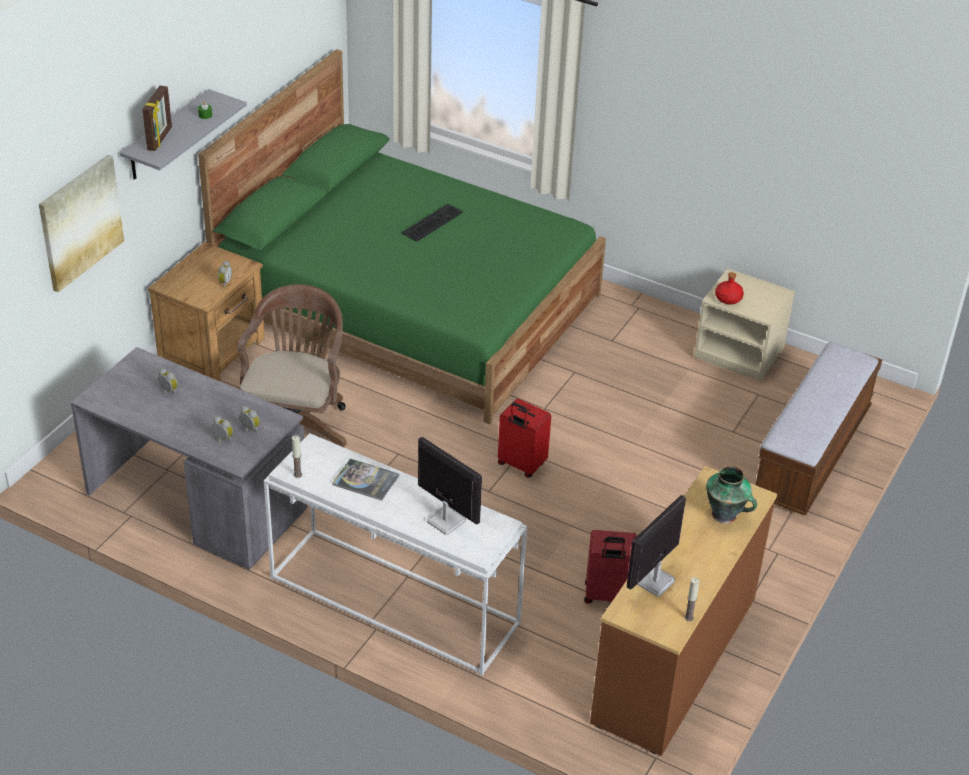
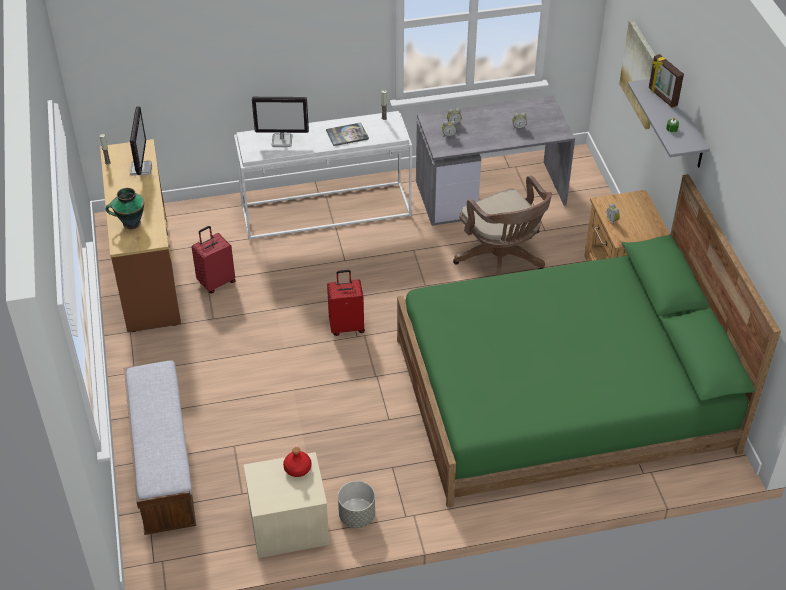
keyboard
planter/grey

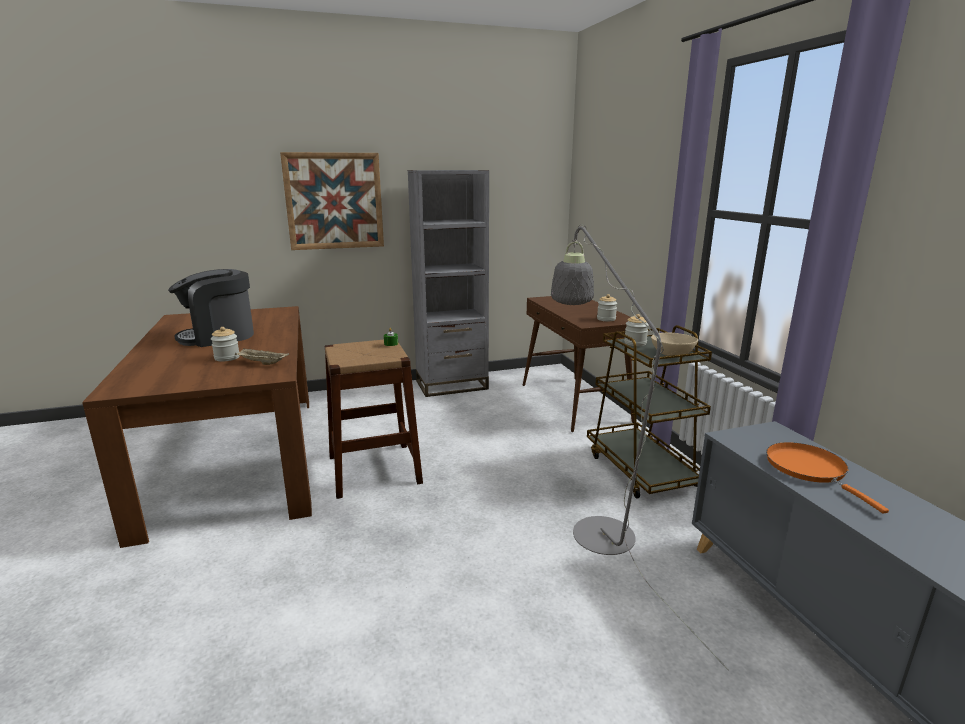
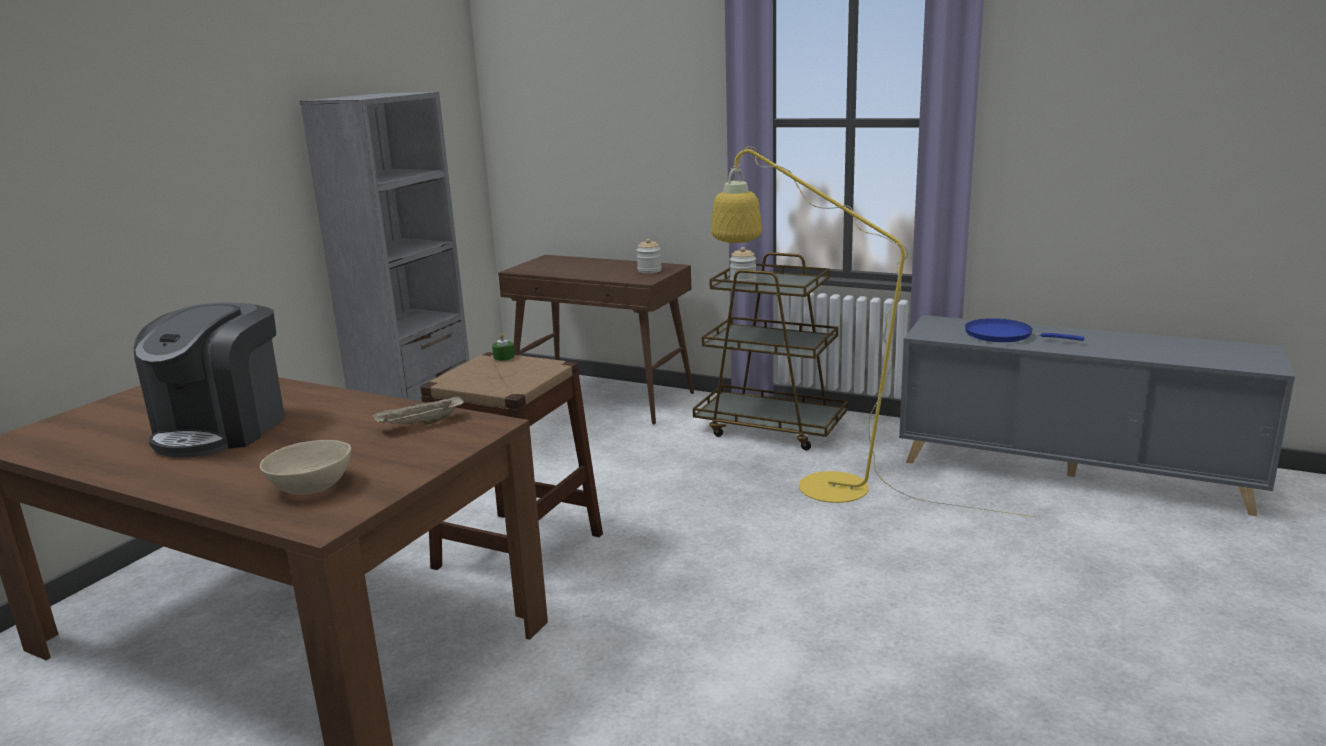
jar (no. 1 from left in the first image)
picture
floor lamp/yellow
bowl/beige
frying pan/blue

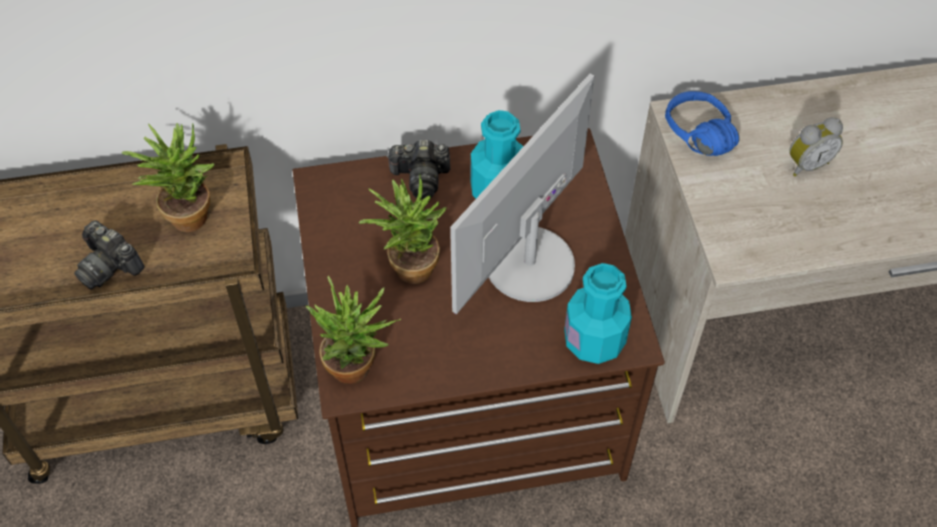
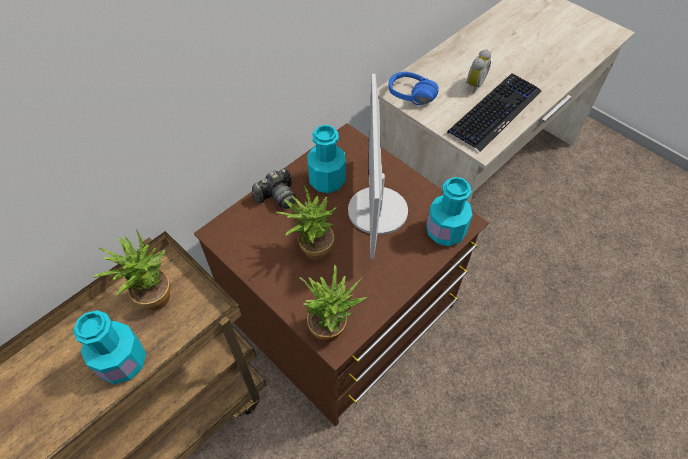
bottle/turquoise (no. 1 from left)
keyboard

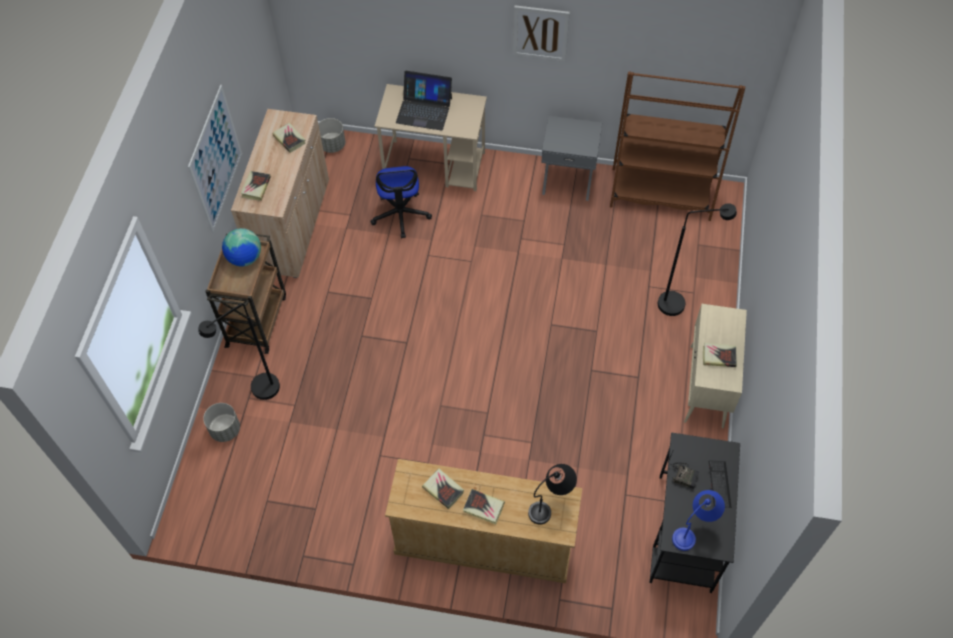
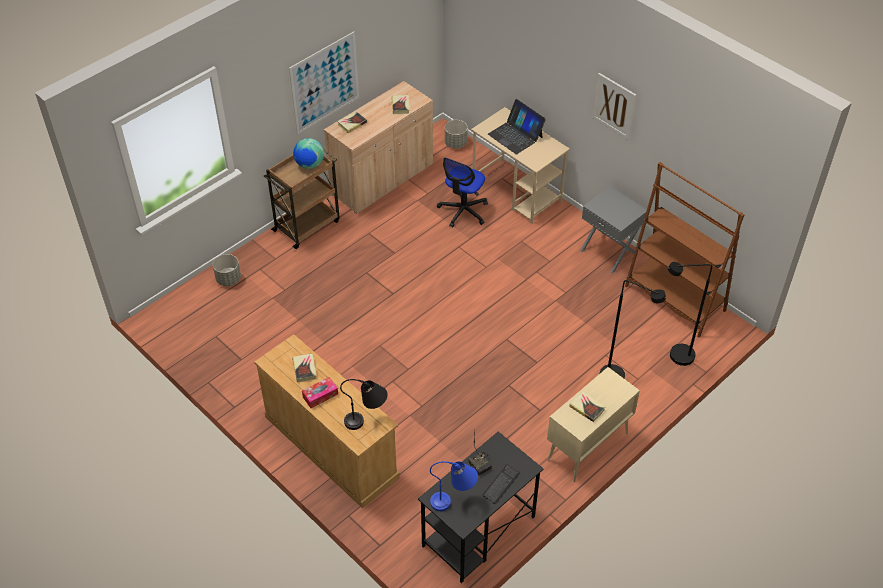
floor lamp/black (no. 2 from left)
tissue box

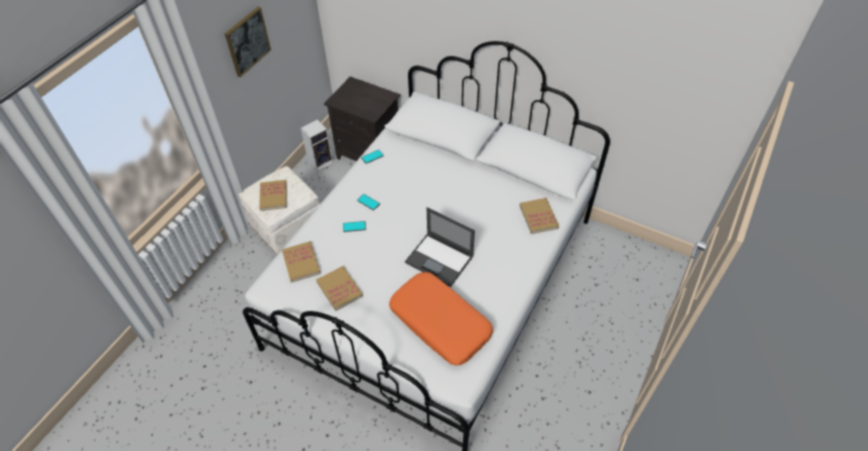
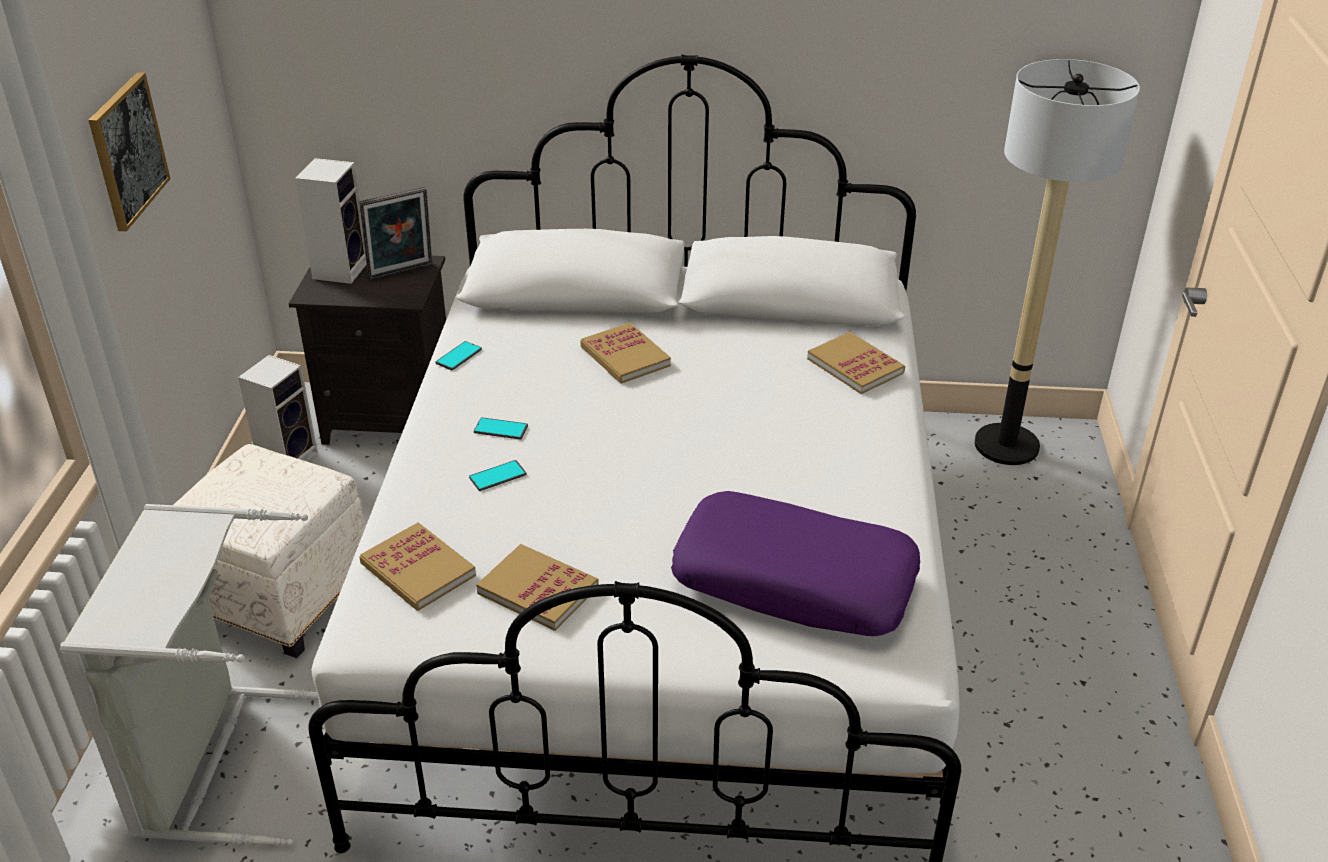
book (no. 3 from left)
pillow/purple
laptop
laundry basket/grey
speaker (no. 2 from left)
picture frame
floor lamp

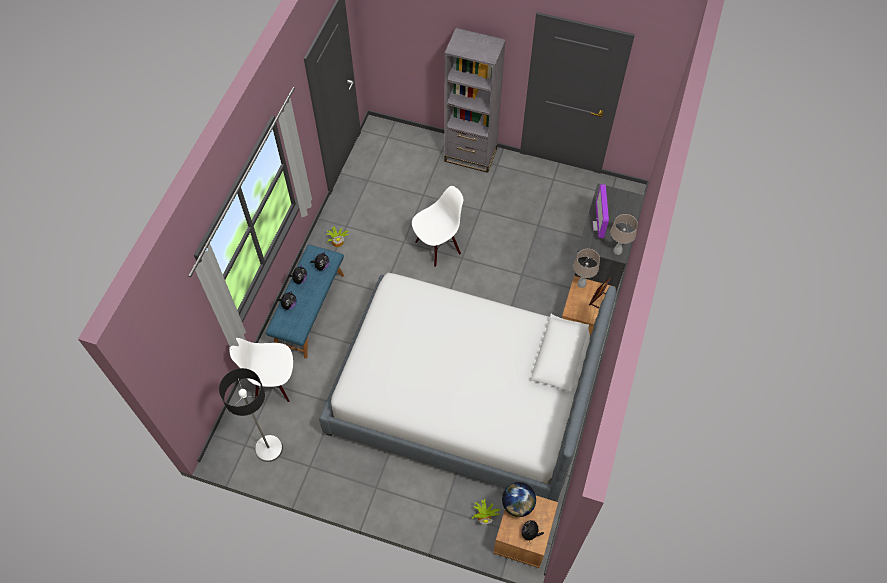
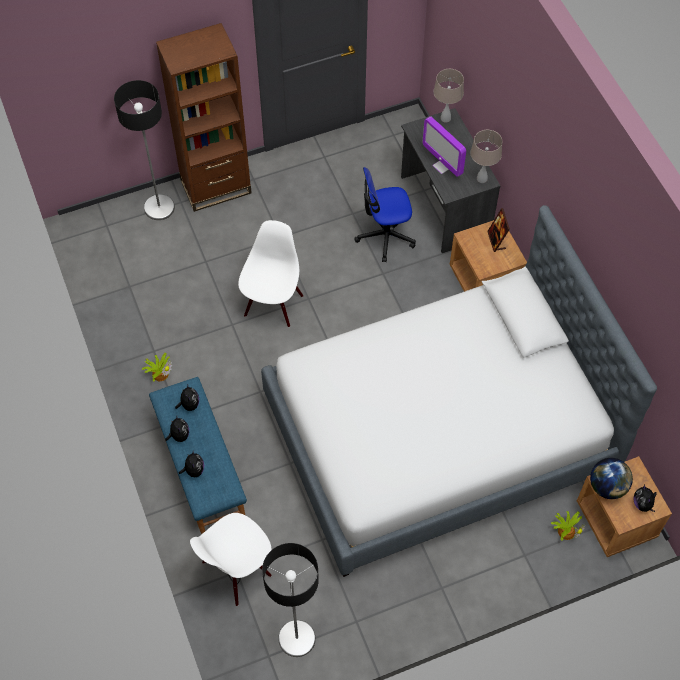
bookcase/brown
table lamp/beige (no. 1 from left)
floor lamp (no. 1 from left)
office chair

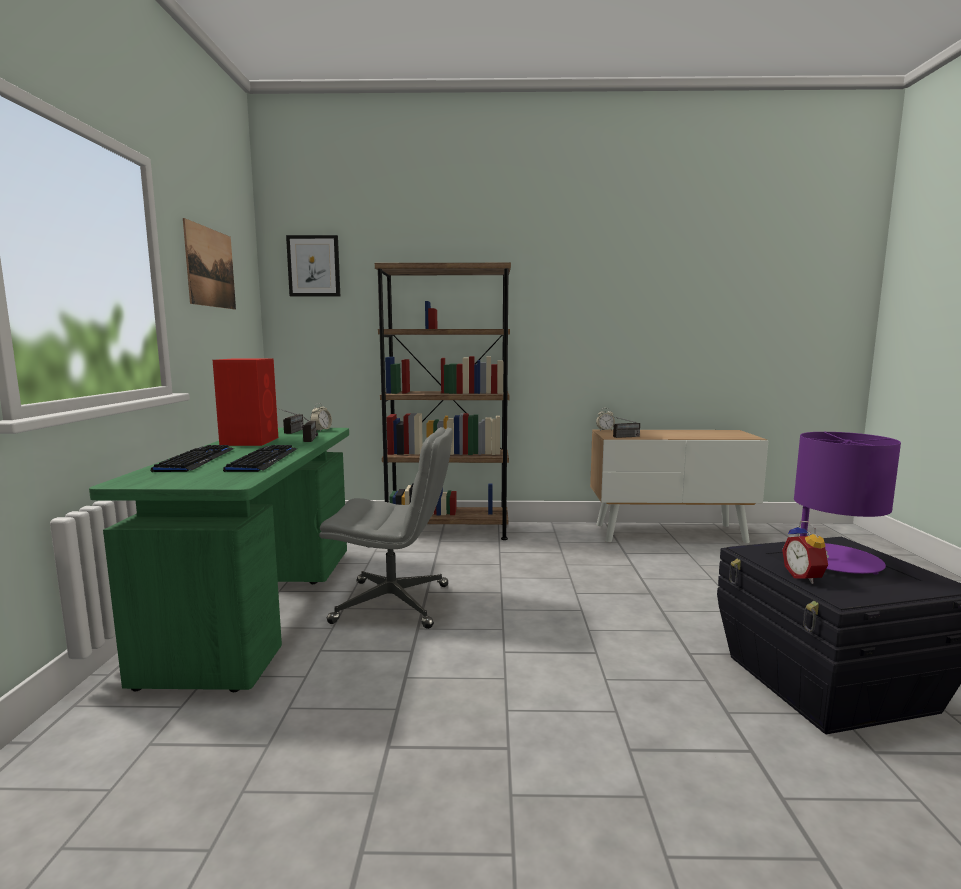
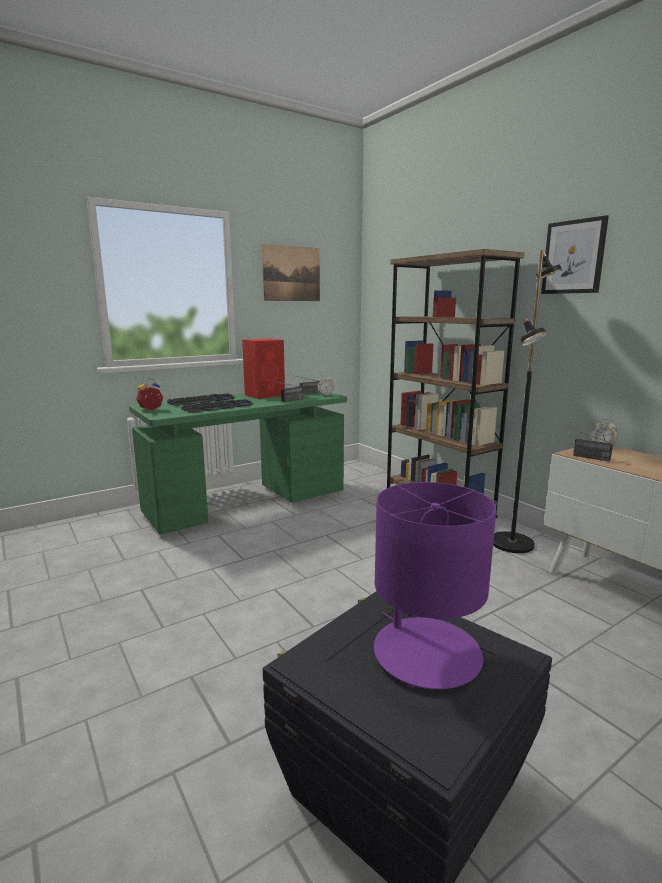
picture (no. 2 from left)
office chair/grey
alarm clock (no. 1 from left)
floor lamp/black

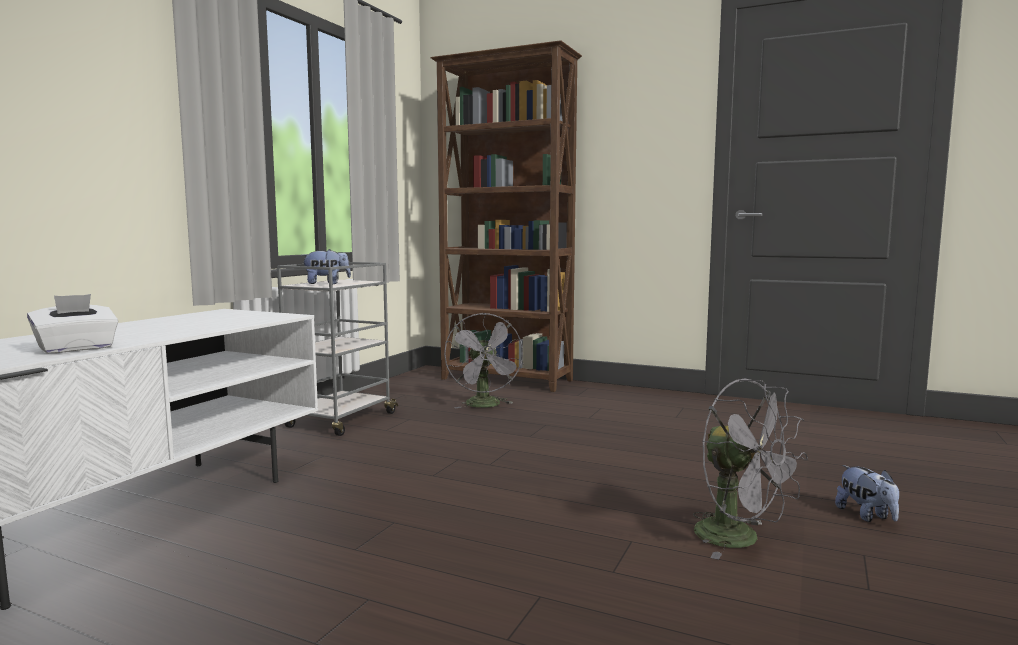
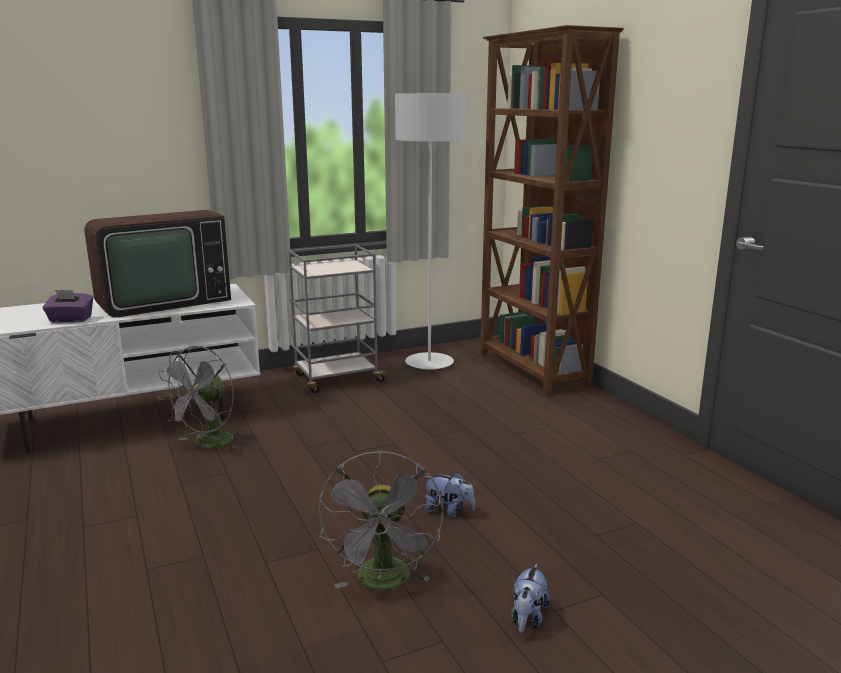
tissue box/purple
plush toy (no. 1 from left)
fan/grey (no. 1 from left)
television
floor lamp/grey

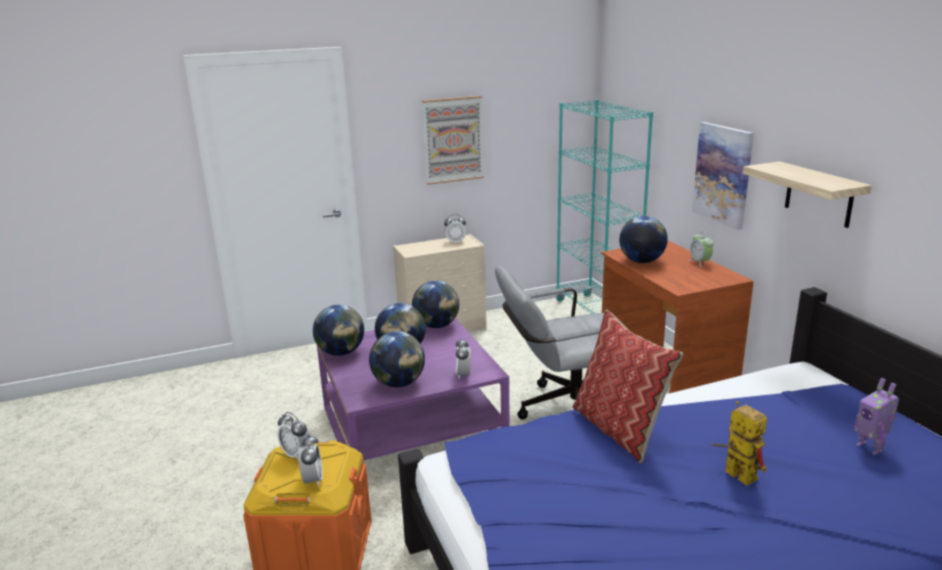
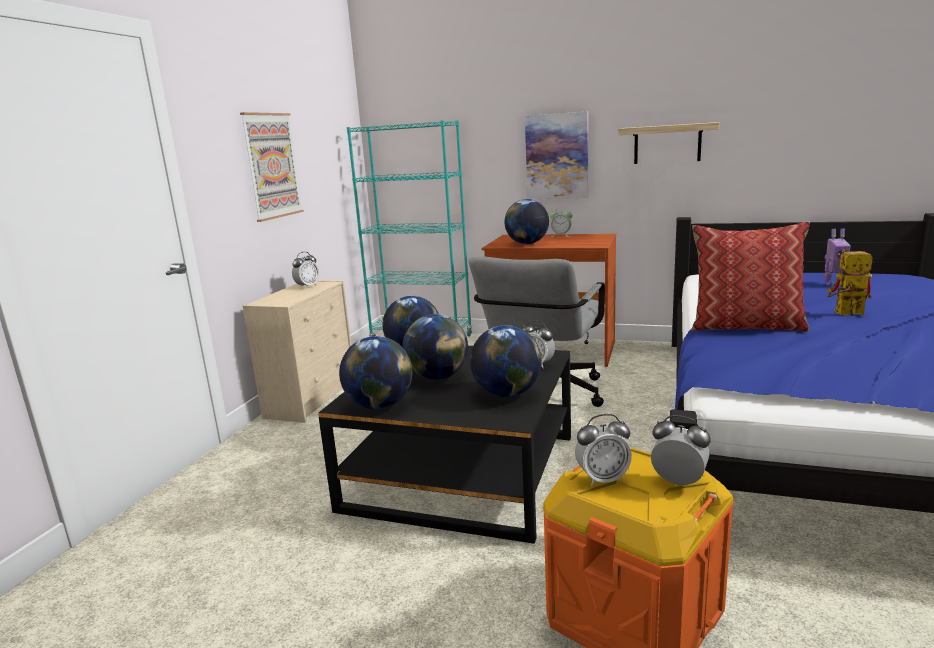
coffee table/black

